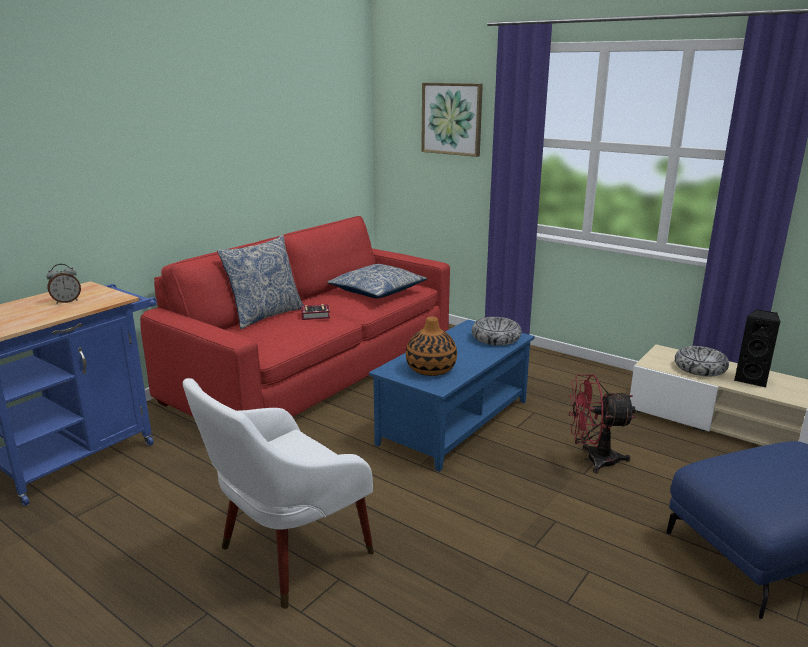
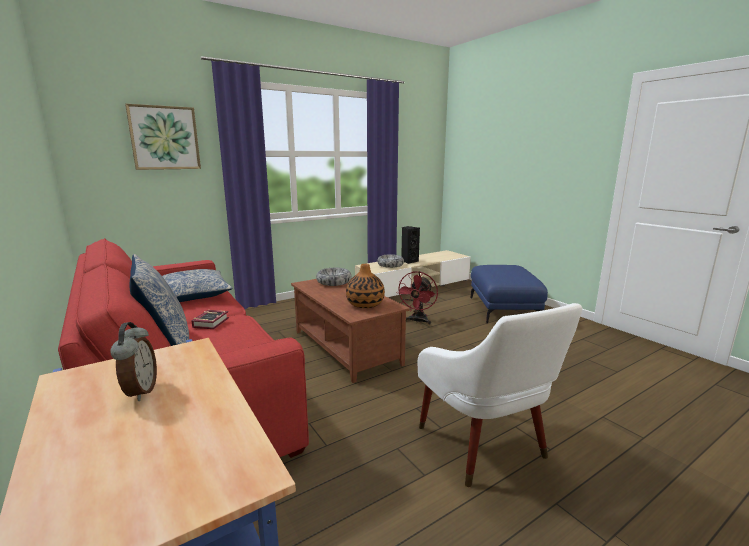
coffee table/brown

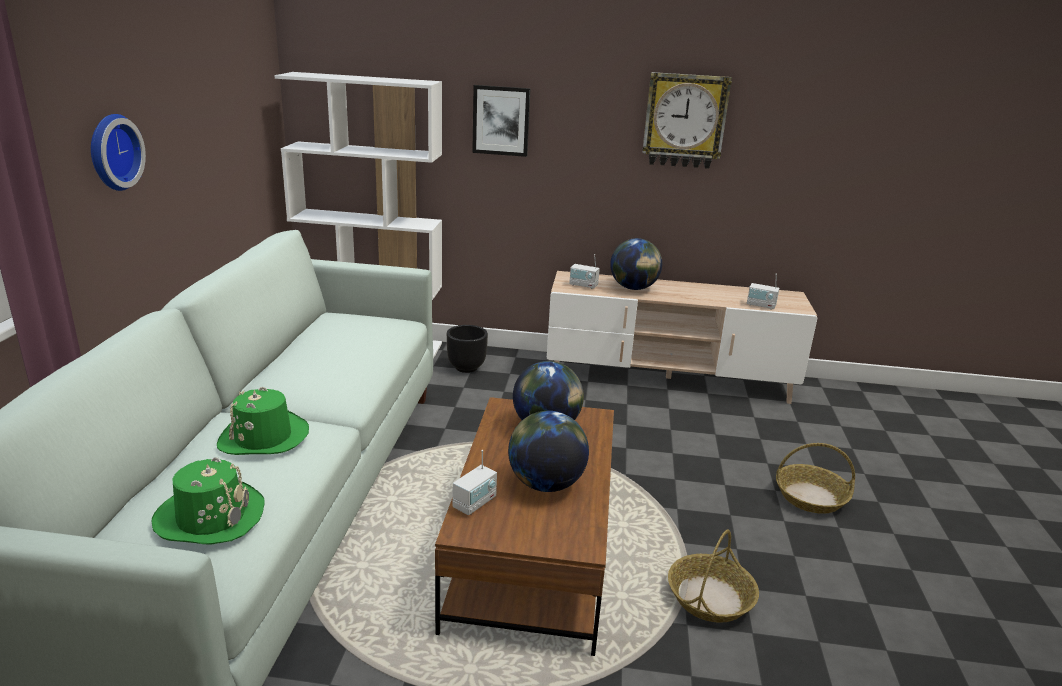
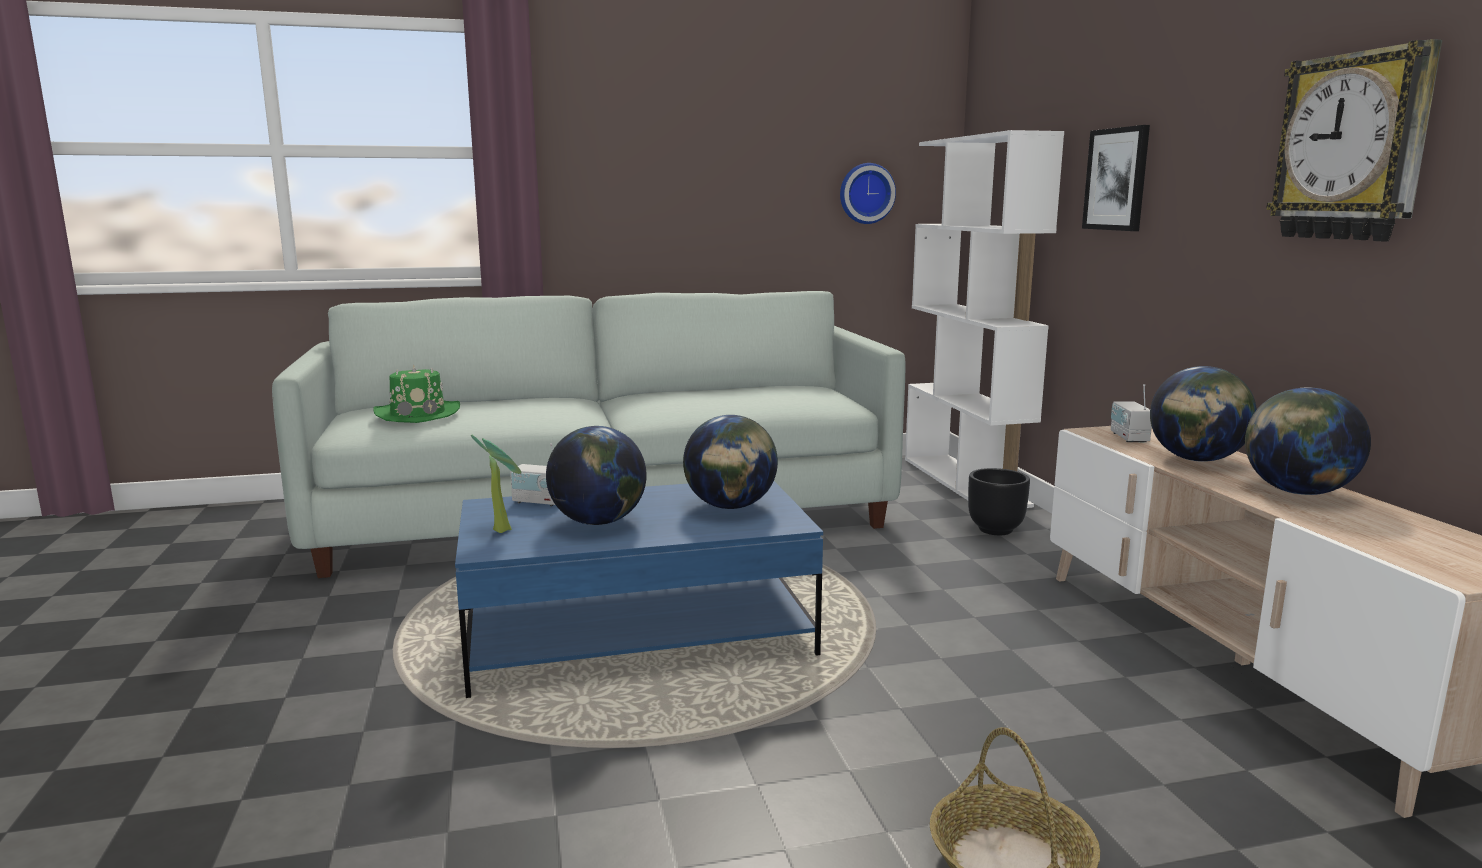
wall clock (no. 1 from left)
hat/green (no. 2 from left in the first image)
coffee table/blue
basket (no. 1 from left in the first image)
radio (no. 3 from left in the first image)
potted plant
globe (no. 4 from left)

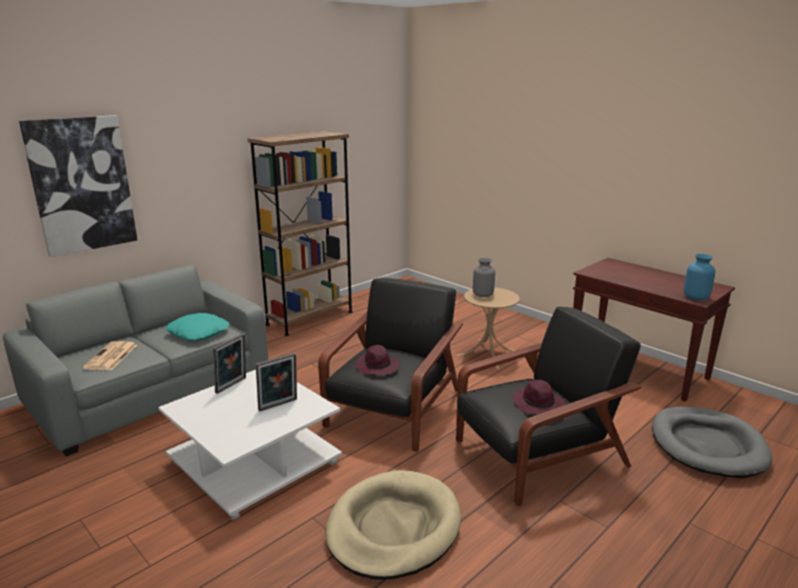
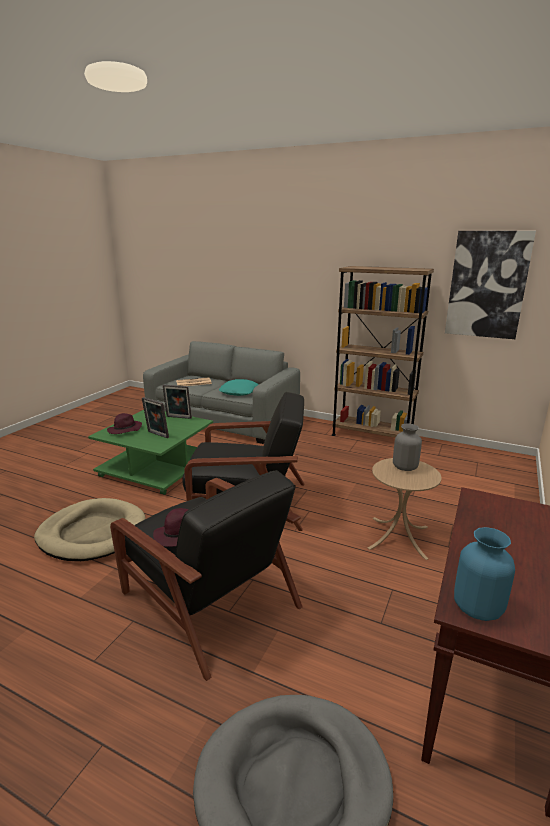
picture
coffee table/green
hat/purple (no. 1 from left)

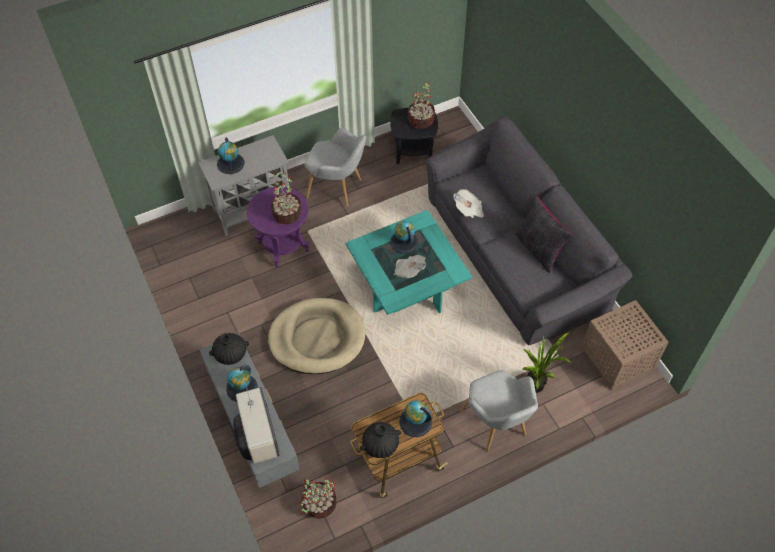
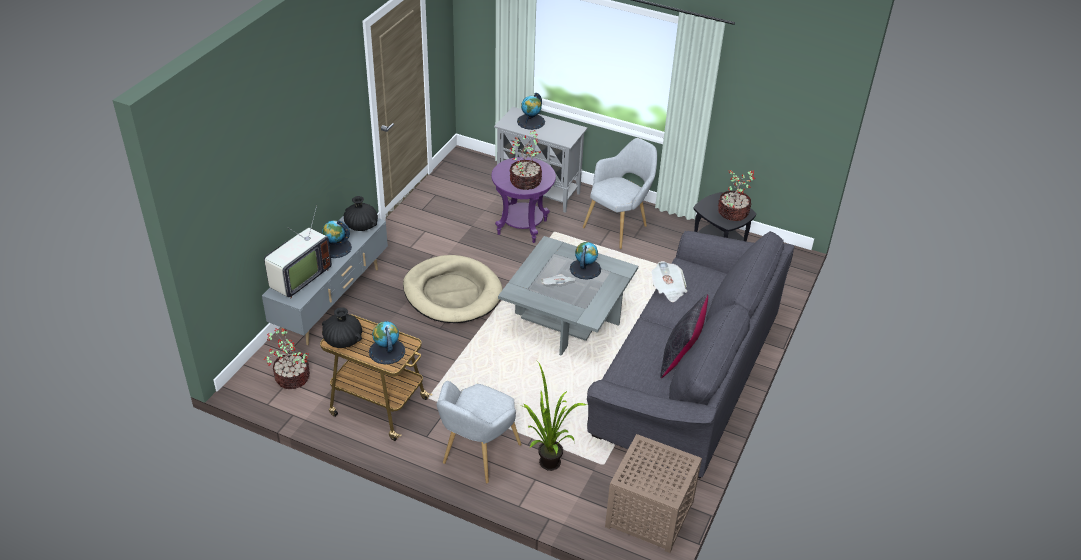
armchair/grey (no. 2 from left)
coffee table/grey

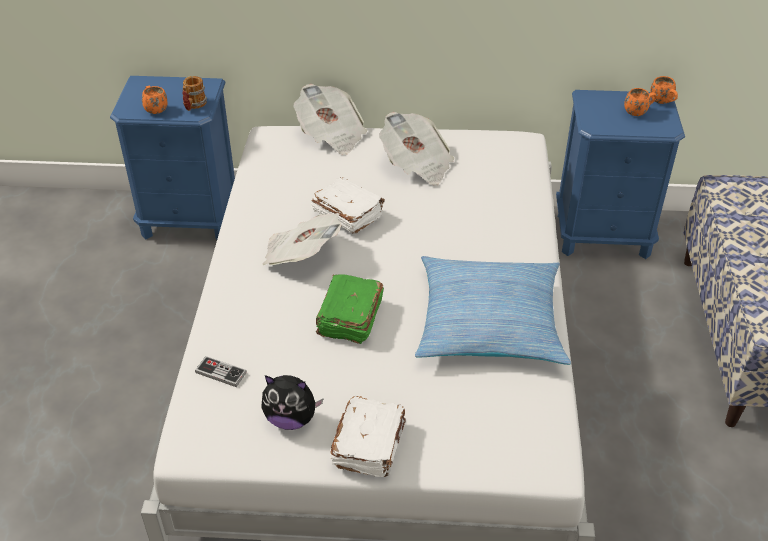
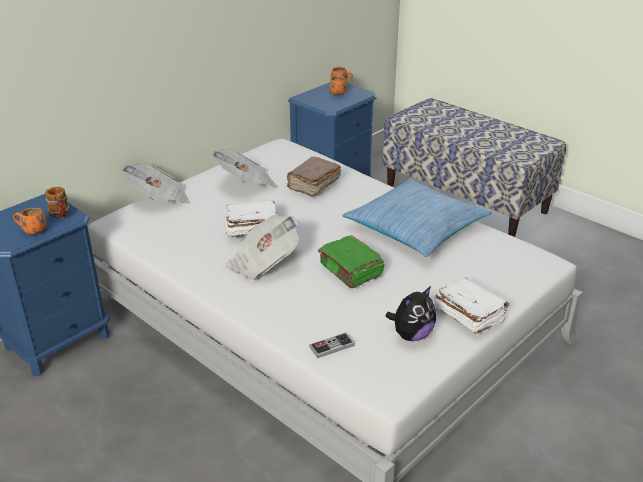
book/brown

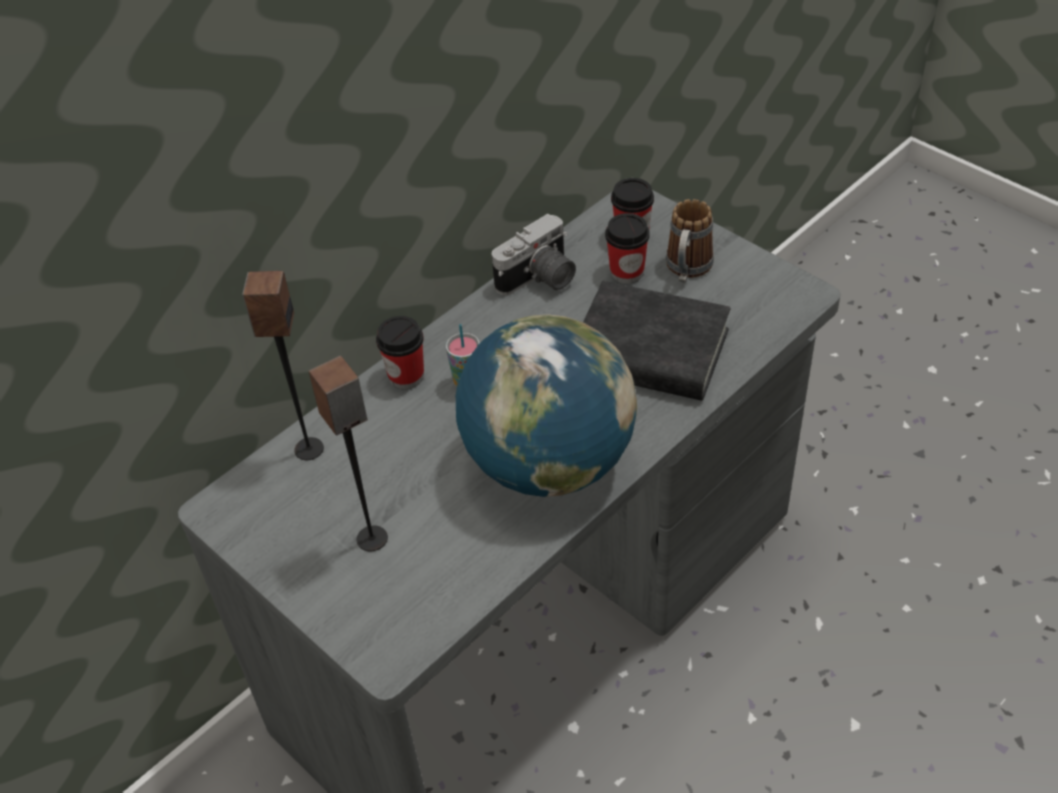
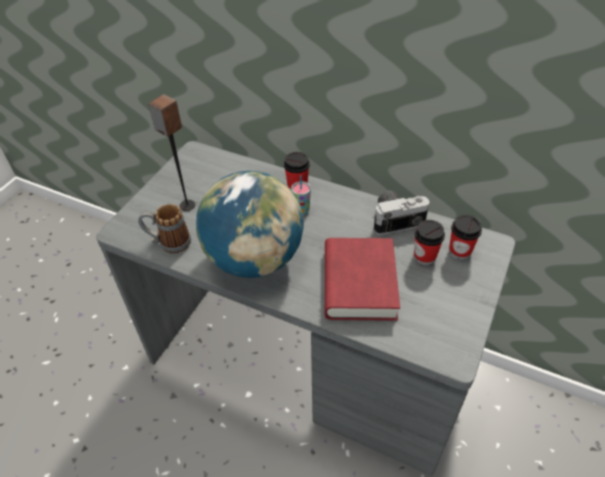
speaker (no. 1 from left in the first image)
photo camera
book/red
mug

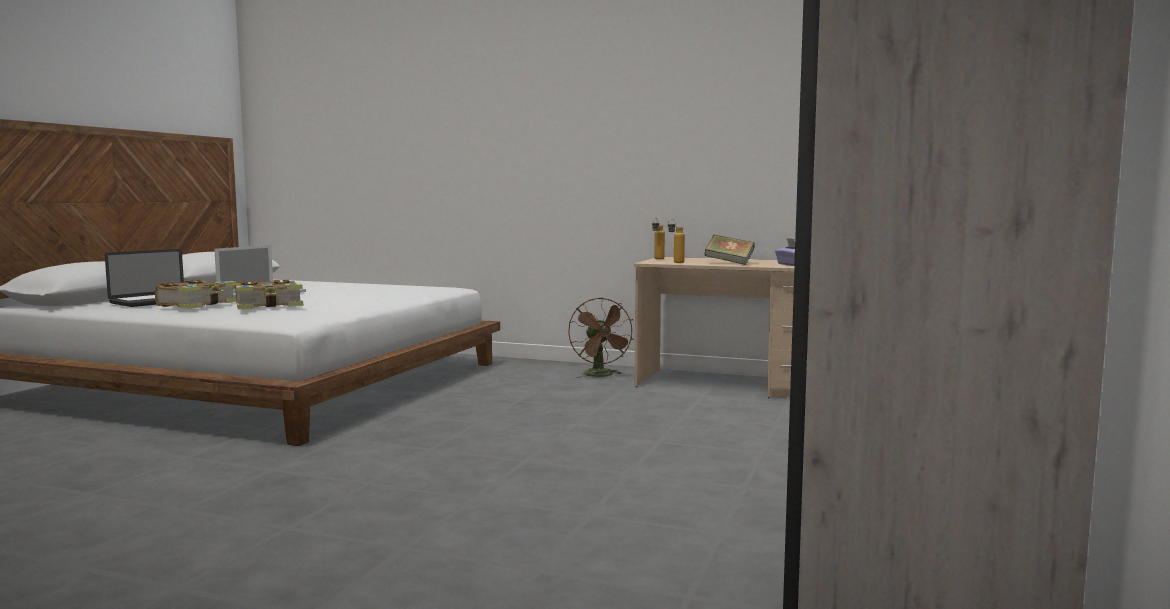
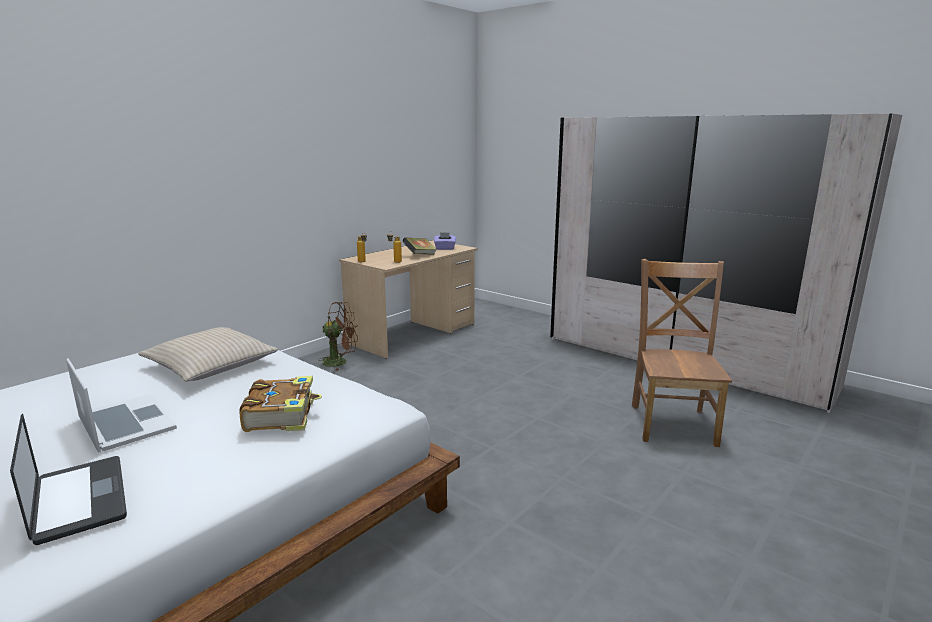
book (no. 1 from left in the first image)
pillow/beige
chair/brown

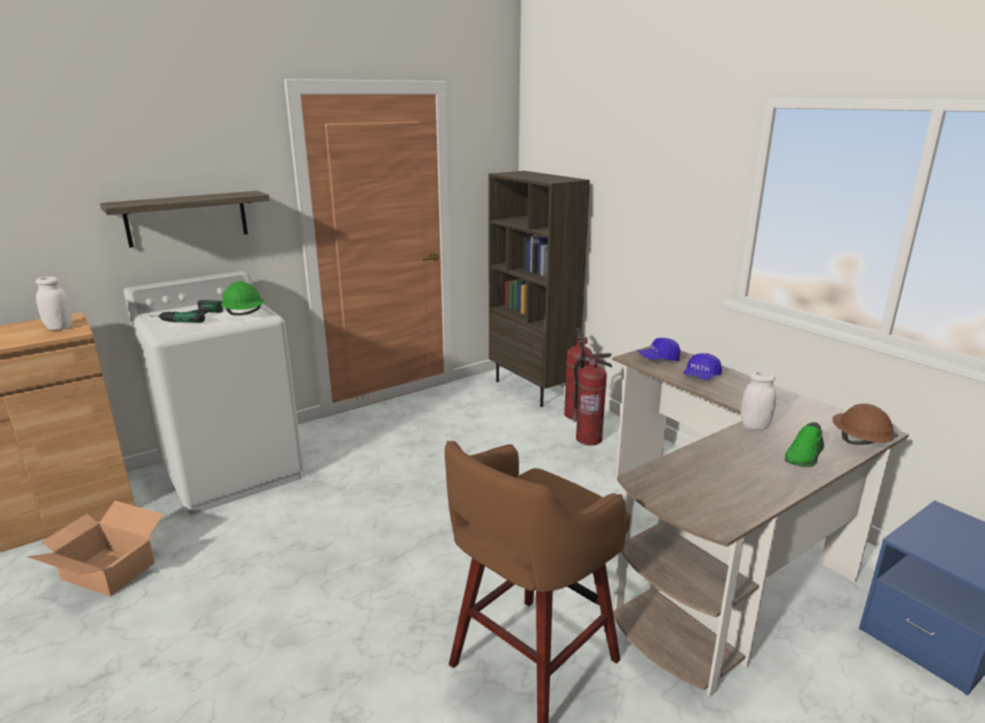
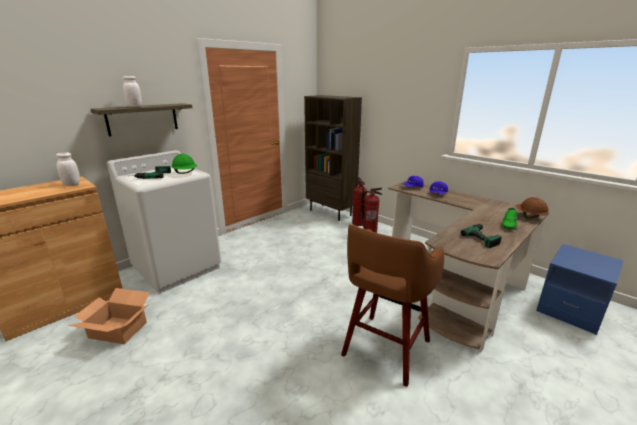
jar/white (no. 2 from left)
power drill (no. 2 from left)

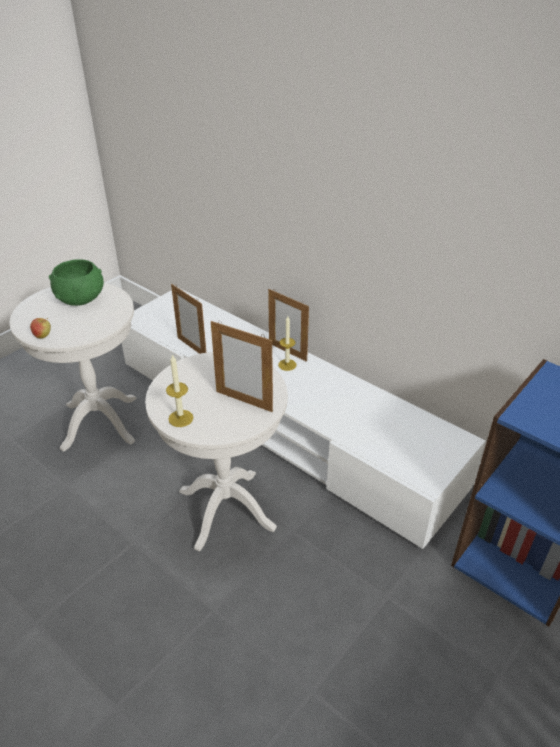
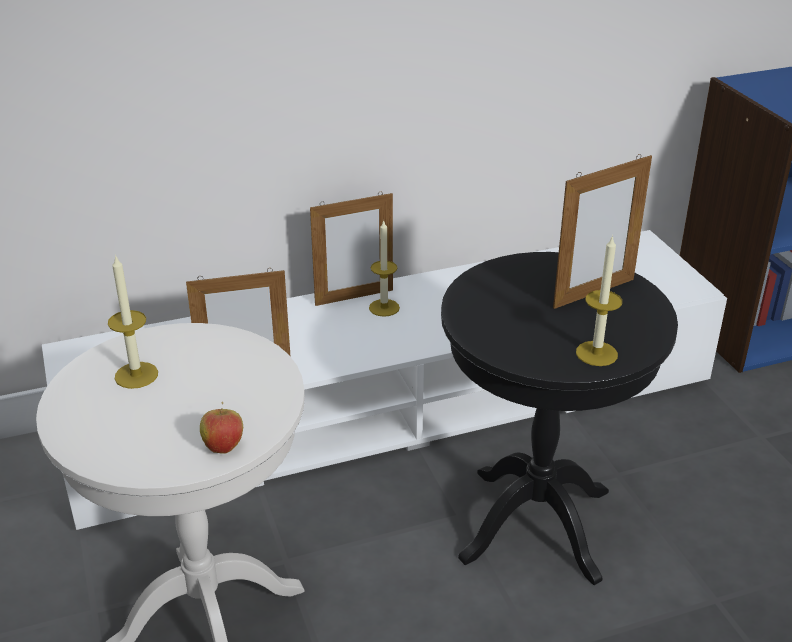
candle (no. 1 from left)
side table/black

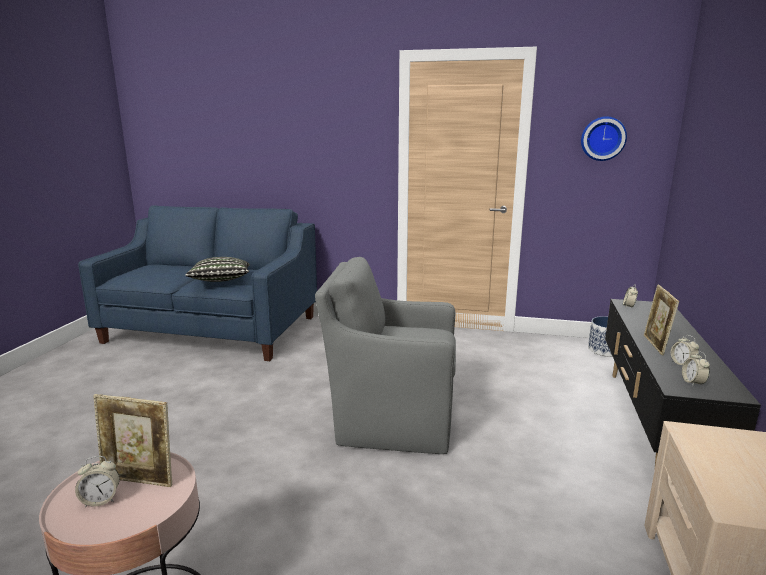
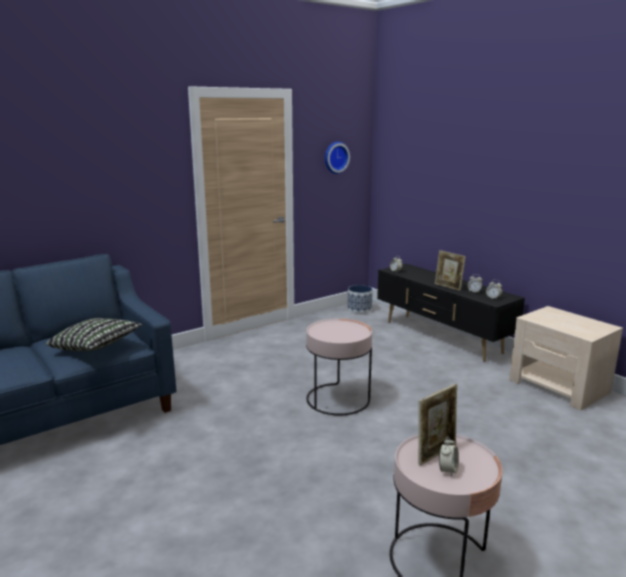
side table/pink (no. 1 from left)

